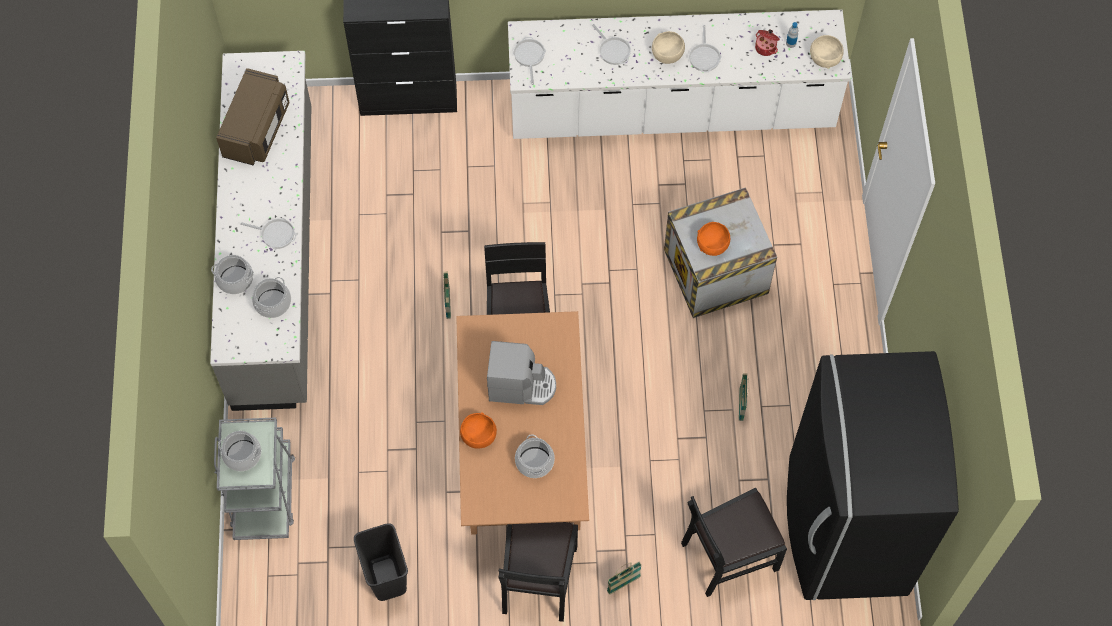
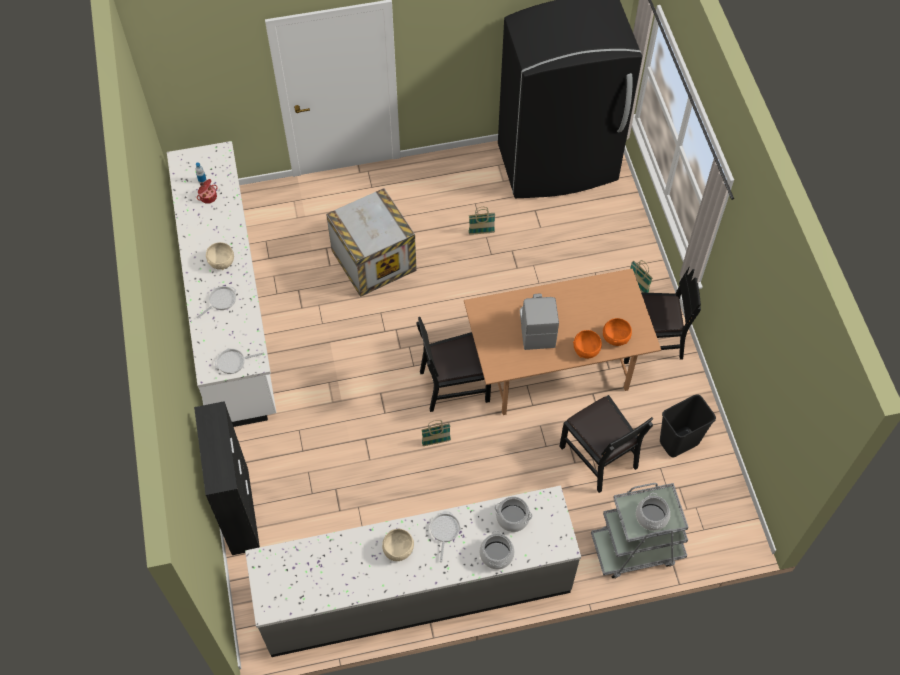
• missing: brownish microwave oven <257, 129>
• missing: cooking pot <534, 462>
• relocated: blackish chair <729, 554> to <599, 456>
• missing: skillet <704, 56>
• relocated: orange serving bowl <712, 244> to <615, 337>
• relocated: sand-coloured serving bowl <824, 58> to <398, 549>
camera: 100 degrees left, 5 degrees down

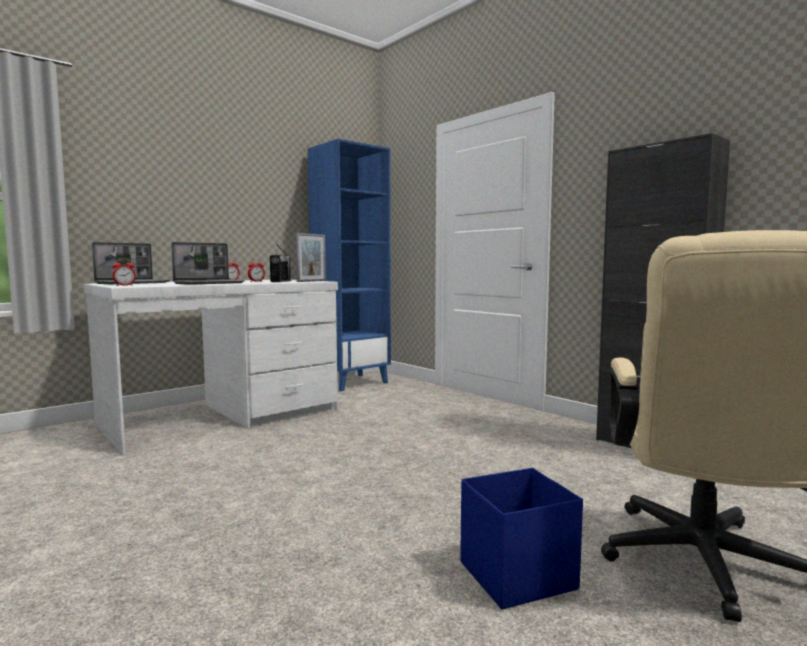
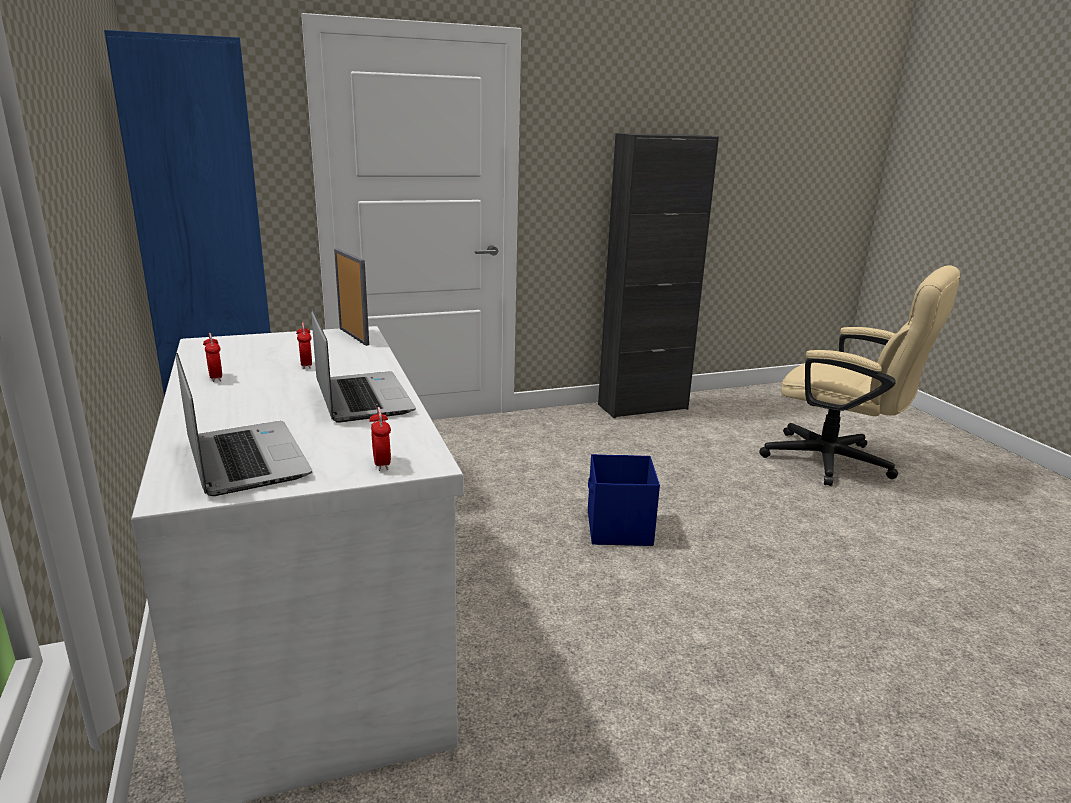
• missing: radio set <281, 281>
• relocated: blue-coloured storage bin <515, 576> to <618, 529>
camera: 70 degrees left, 15 degrees up

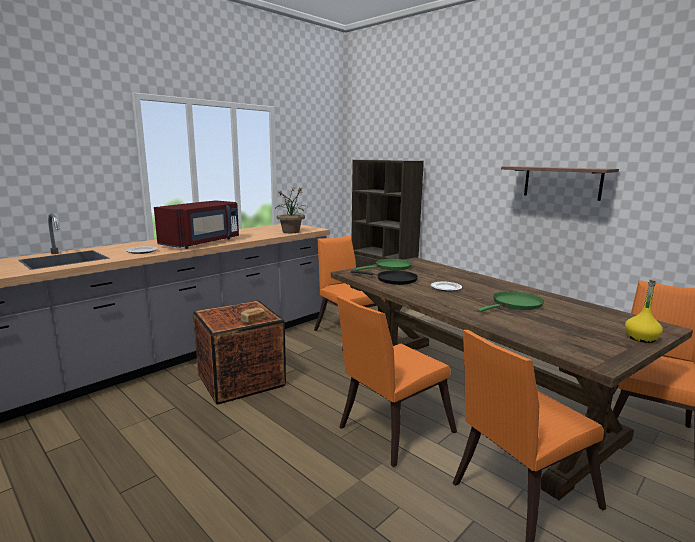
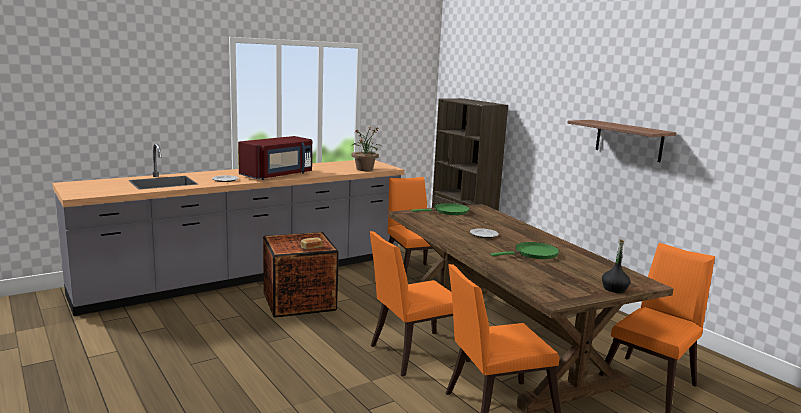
• missing: blackish skillet <393, 280>
• colour: yellow bottle <641, 338> to blackish bottle <614, 289>
camera: 10 degrees right, 0 degrees up

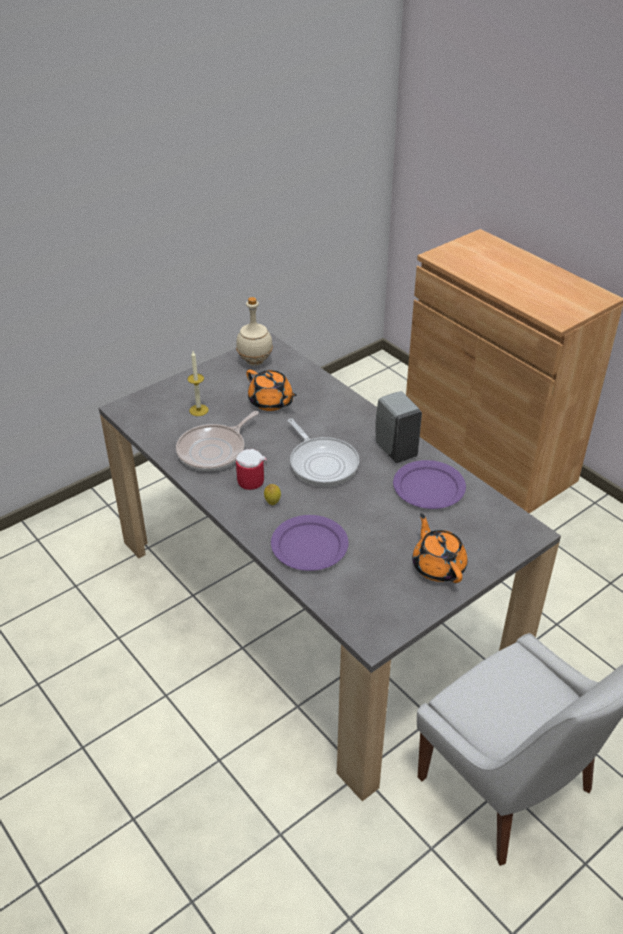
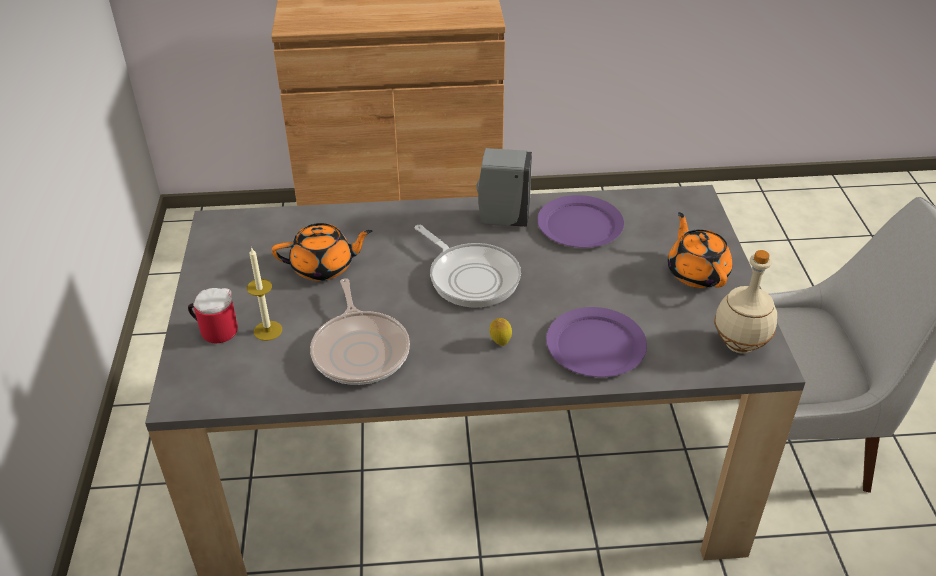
• relocated: sand-coloured bottle <255, 361> to <739, 344>
• relocated: mug <250, 479> to <215, 330>
• spun: skillet <322, 463> = <471, 277> 45 degrees clockwise
• spun: orange pot for tea <438, 566> = <697, 272> 60 degrees clockwise
camera: 55 degrees left, 0 degrees up

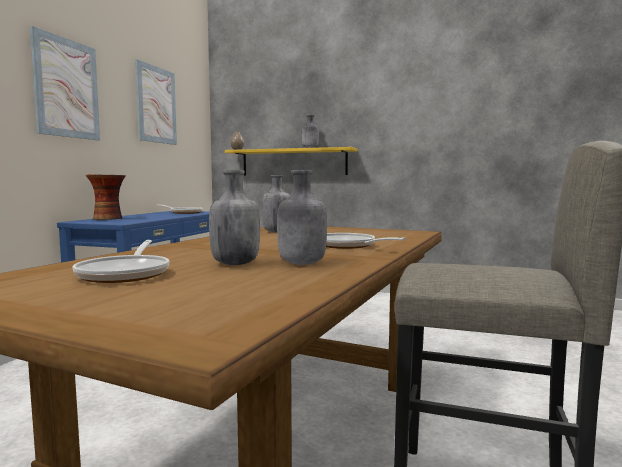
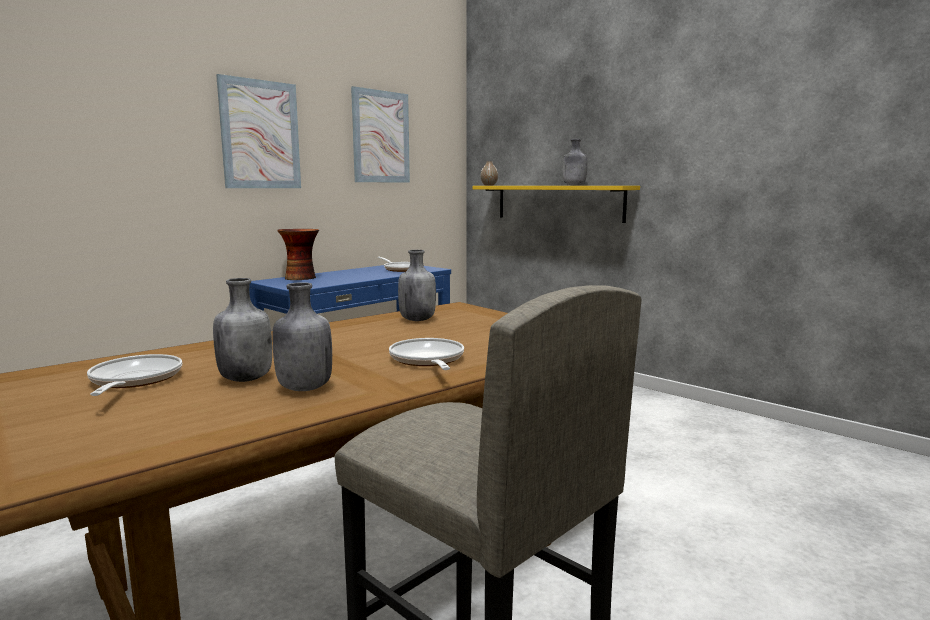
• spun: skillet <126, 274> = <133, 381> 150 degrees clockwise
camera: 25 degrees right, 5 degrees up

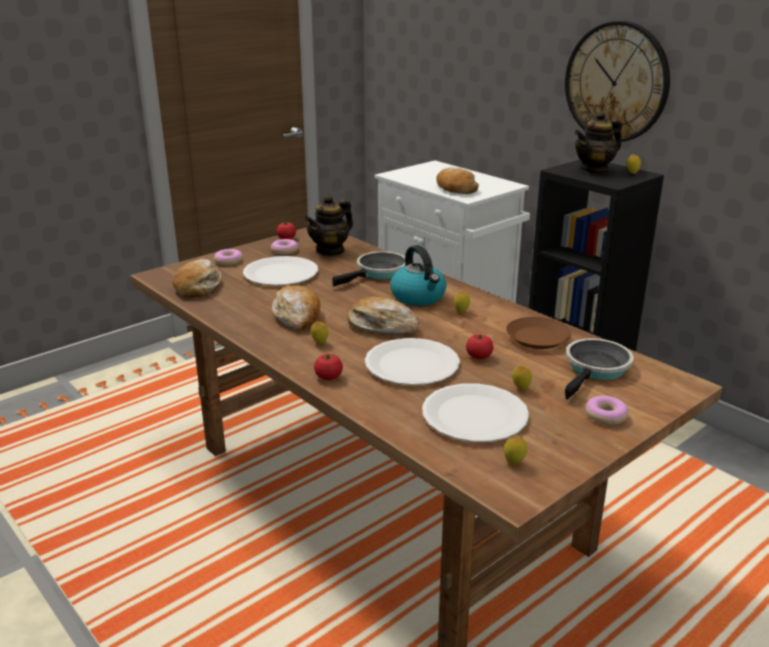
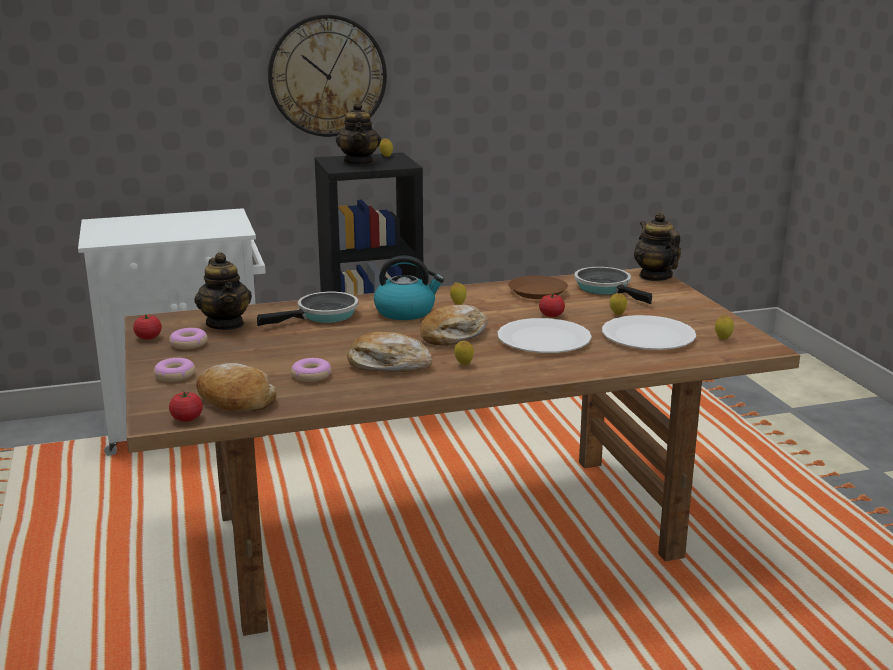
• missing: whitish dinner plate <280, 273>
• relocated: tomato <328, 377> to <187, 419>
• spun: skillet <378, 273> = <323, 315> 75 degrees clockwise
• missing: bread <455, 189>
• relocated: ring doughnut <606, 416> to <311, 376>
• appeared: pot for tea <655, 276>
camera: 65 degrees left, 5 degrees down

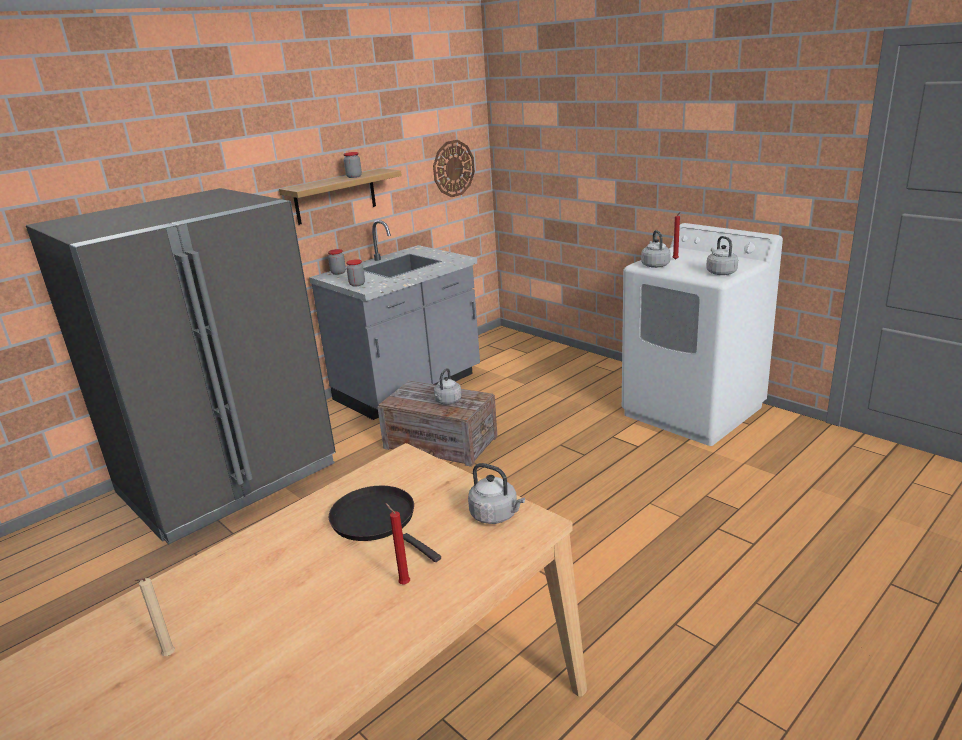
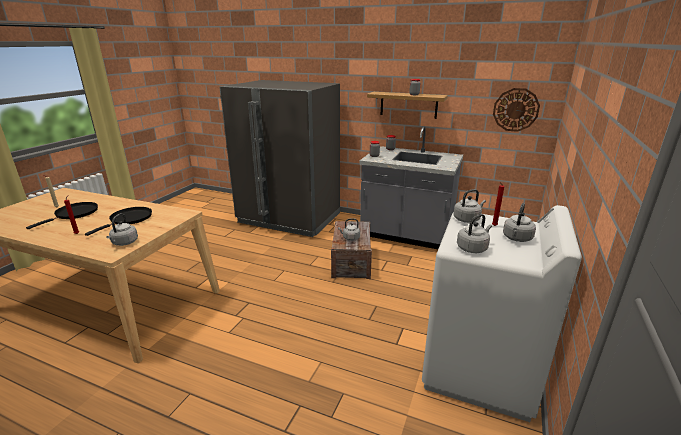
• appeared: blackish skillet <74, 214>
• appeared: gray kettle <517, 238>
camera: 65 degrees right, 0 degrees up

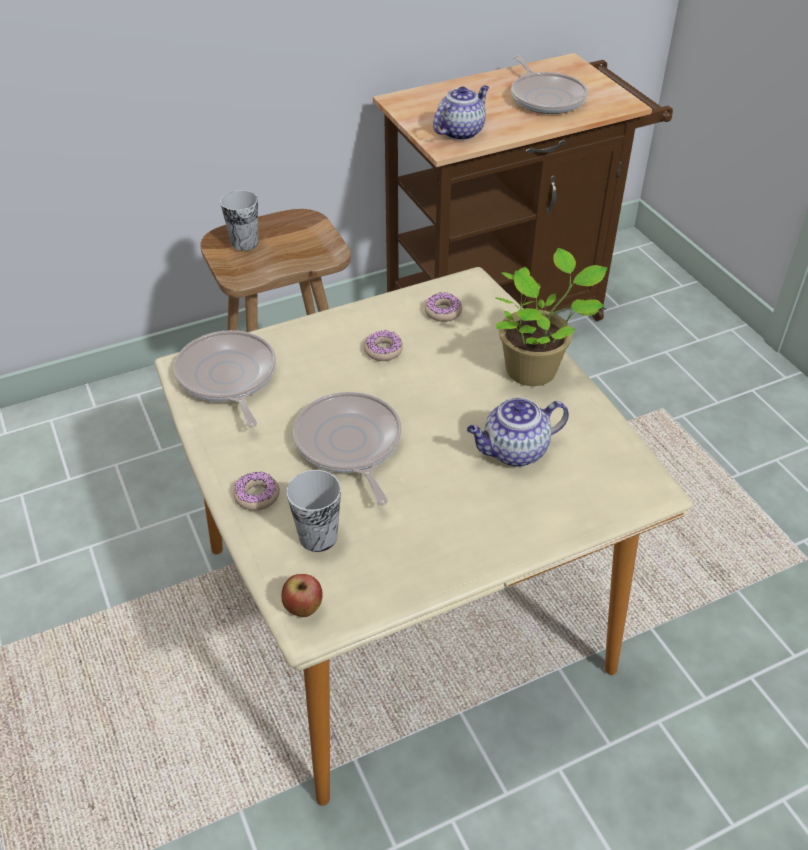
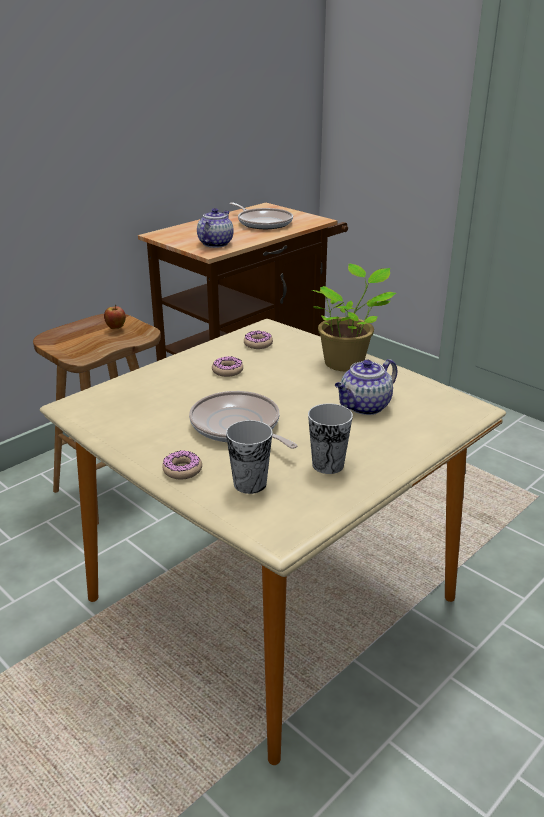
• missing: skillet <228, 378>
• relocated: drinking cup <244, 243> to <328, 465>
• relocated: apple fruit <303, 609> to <116, 328>
camera: 20 degrees left, 15 degrees down

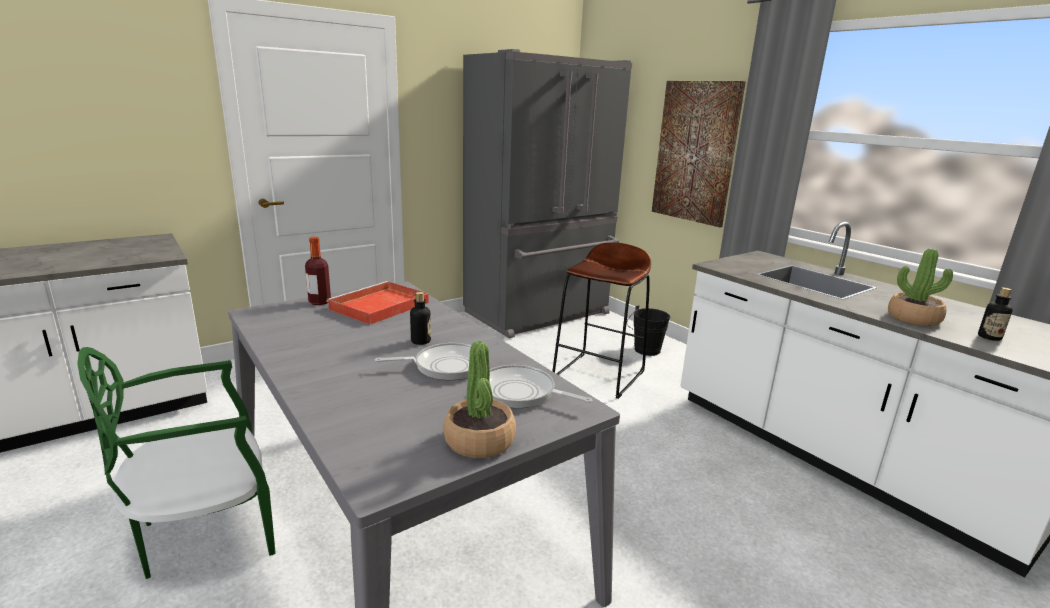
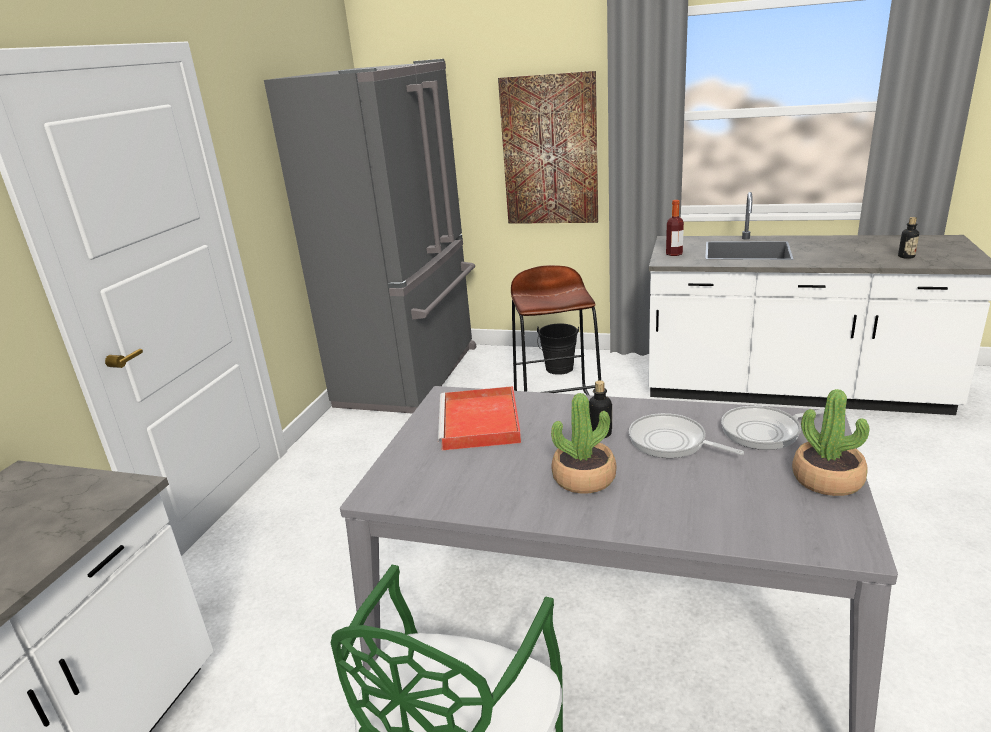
• relocated: bottle <320, 302> to <674, 254>
• spun: skillet <445, 366> = <671, 442> 90 degrees counterclockwise
• relocated: plant in a pot <913, 318> to <584, 478>
camera: 35 degrees left, 5 degrees up

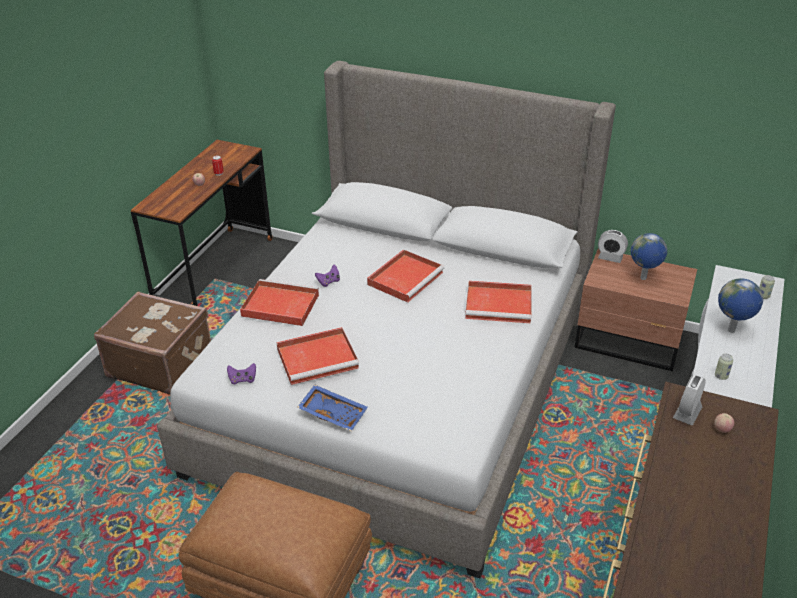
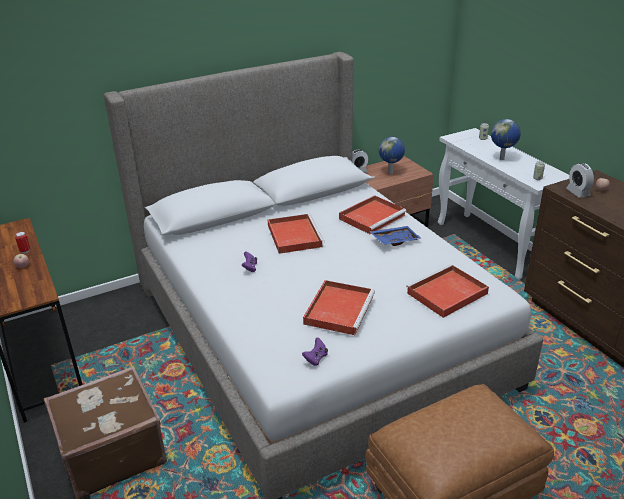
• relocated: red-coloured serving tray <279, 305> to <446, 294>
• relocated: blue-coloured serving tray <333, 413> to <394, 240>
camera: 50 degrees left, 5 degrees down

